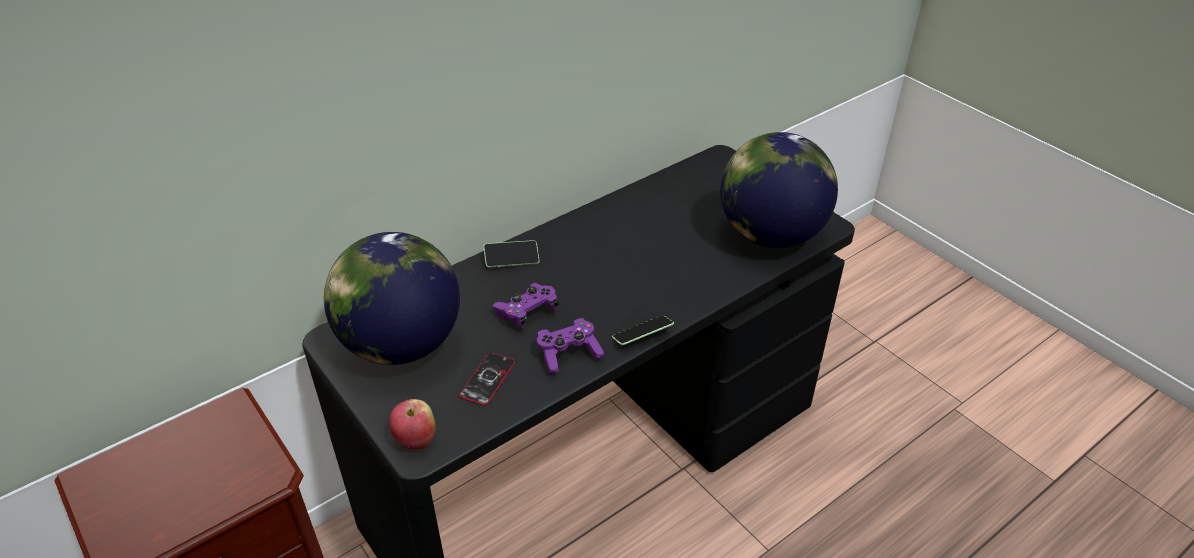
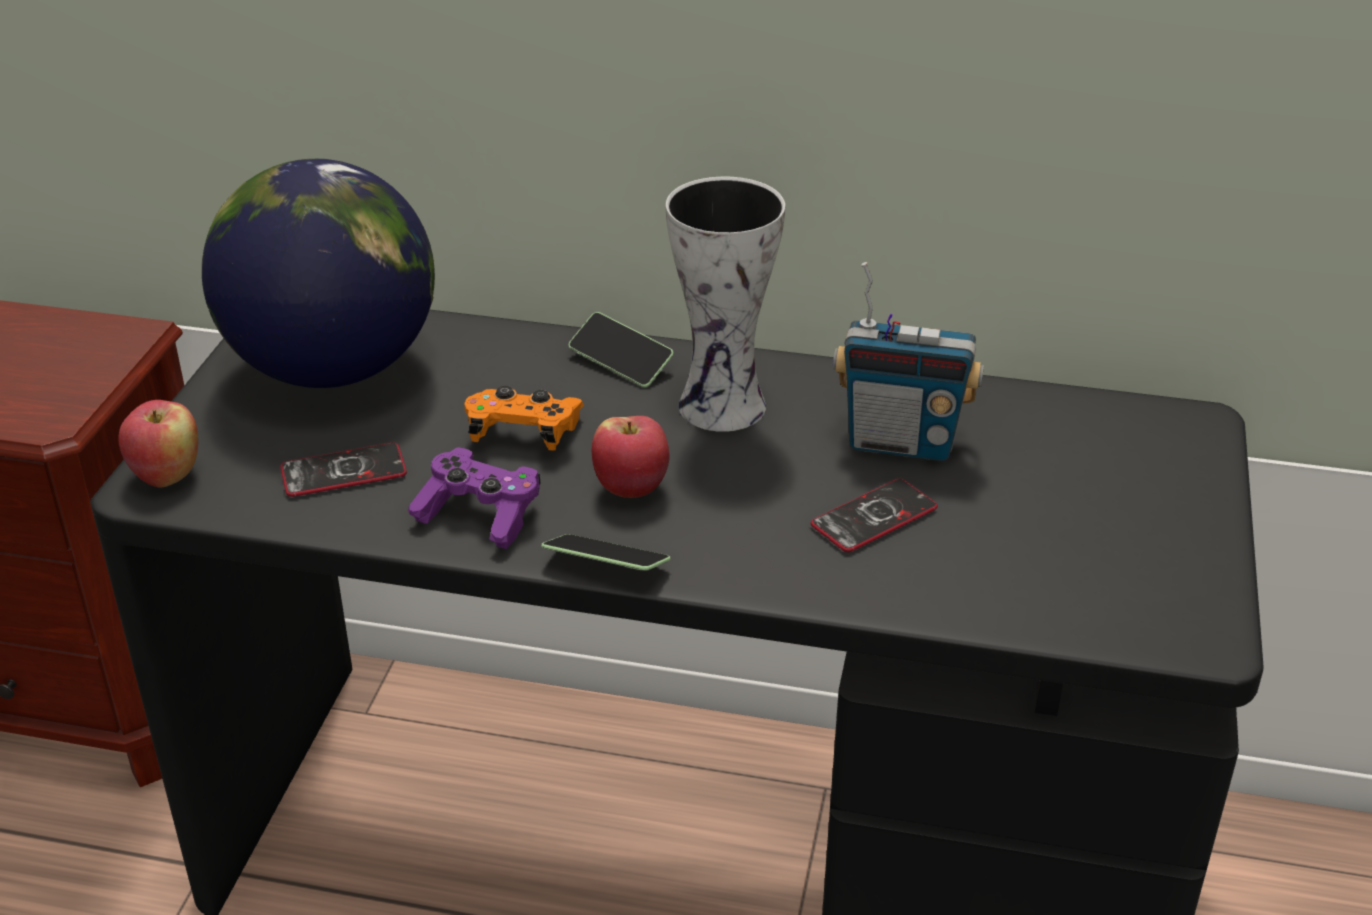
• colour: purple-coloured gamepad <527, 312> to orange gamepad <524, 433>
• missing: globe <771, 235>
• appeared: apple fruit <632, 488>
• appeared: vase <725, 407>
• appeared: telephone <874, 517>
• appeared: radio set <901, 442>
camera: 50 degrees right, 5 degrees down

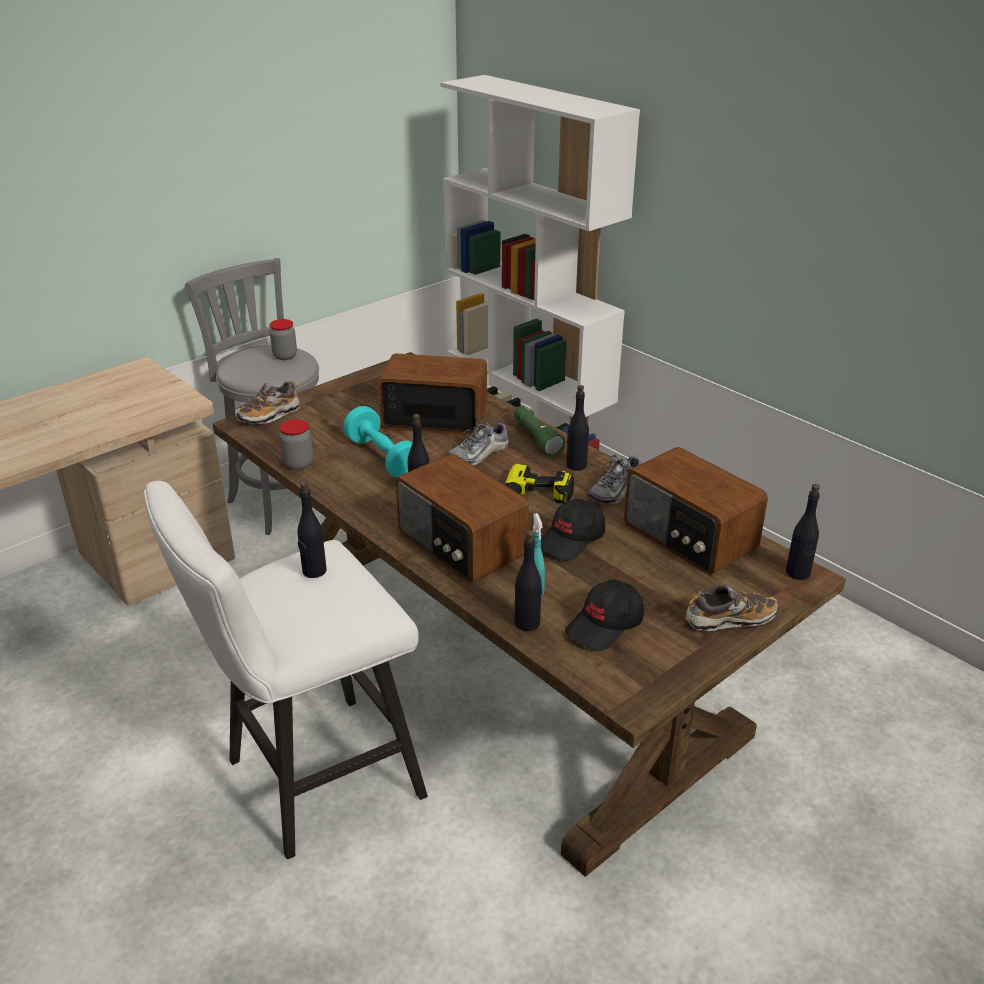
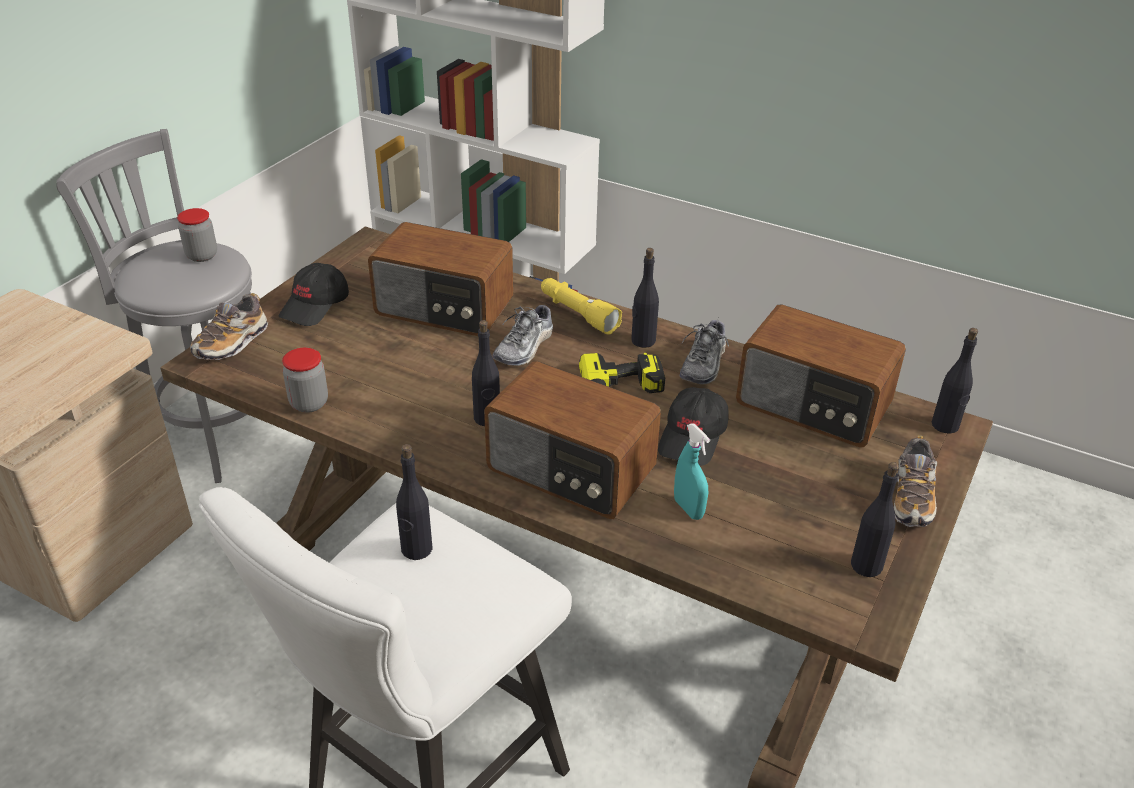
• missing: turquoise-coloured free weight <383, 458>
• spun: radio set <434, 417> = <444, 308> 150 degrees counterclockwise
• colour: green flashlight <536, 437> to yellow flashlight <577, 314>
• relocated: blackish bottle <527, 622> to <866, 565>
• relocated: blackish cap <605, 626> to <315, 306>
• spun: low shoe <729, 619> = <912, 498> 135 degrees clockwise
camera: 20 degrees left, 5 degrees up

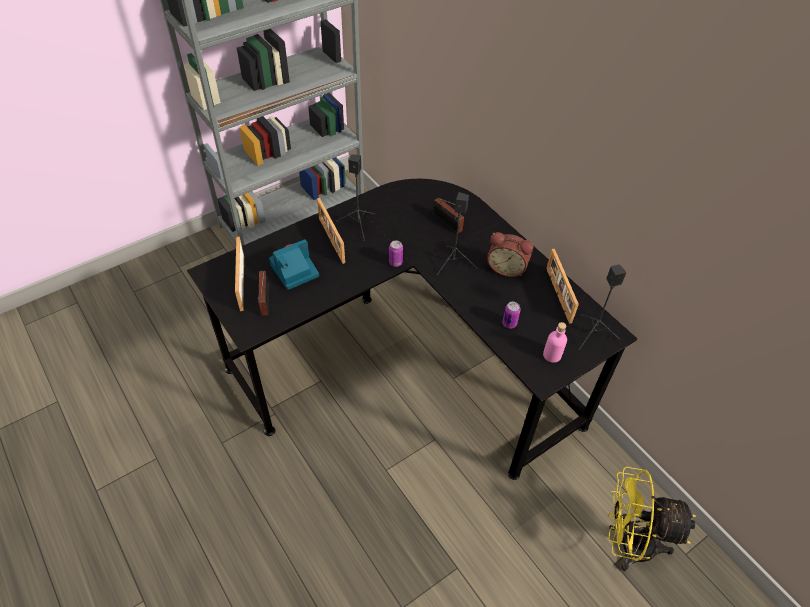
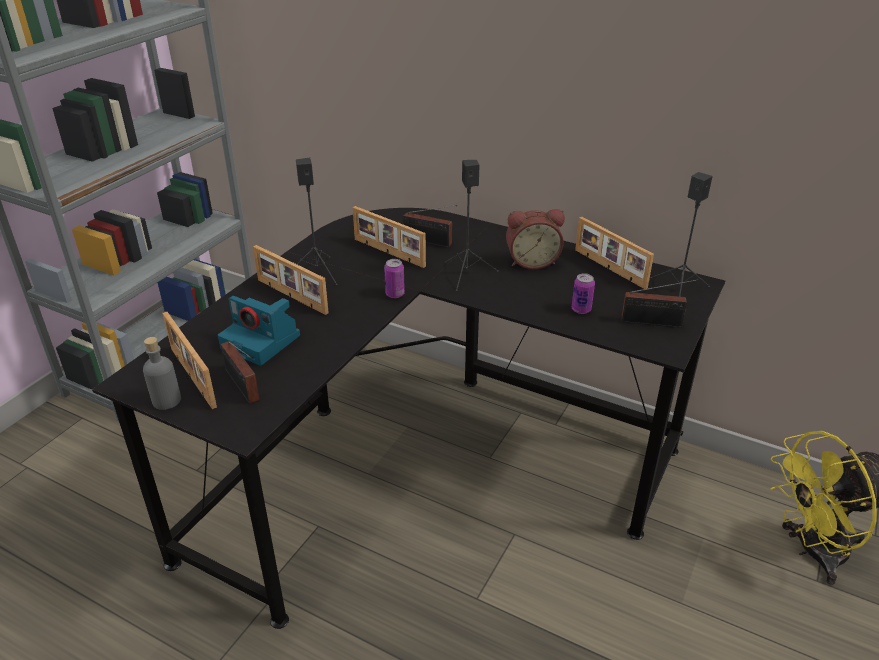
• spun: photo camera <293, 271> = <262, 342> 90 degrees counterclockwise
• exchanged: pink-coloured bottle <552, 355> to radio set <654, 323>
• appeared: gray bottle <166, 400>
• appeared: photo frame <388, 253>
camera: 25 degrees left, 15 degrees down

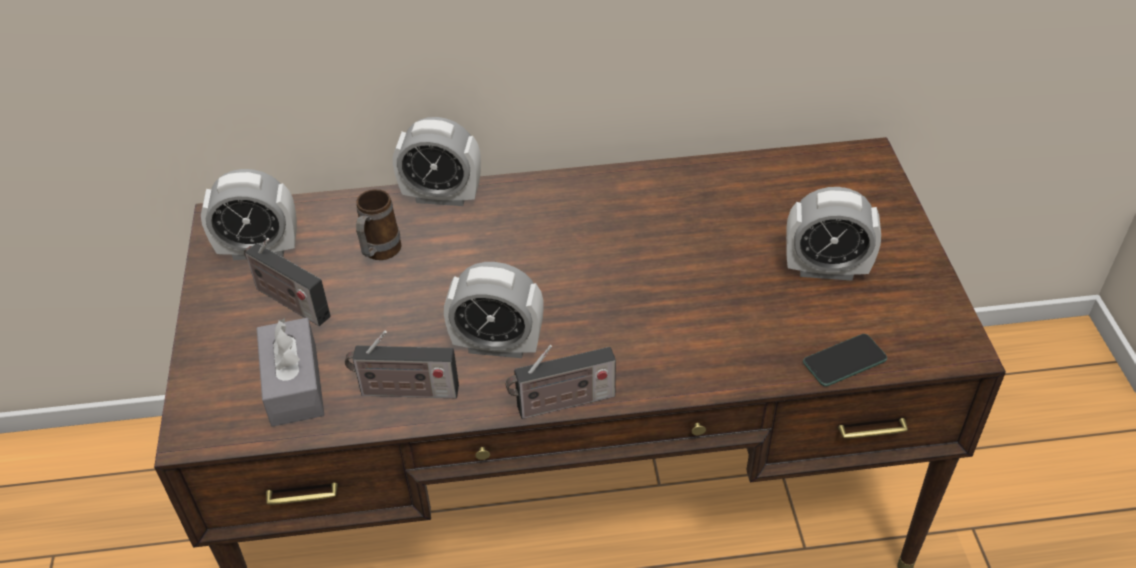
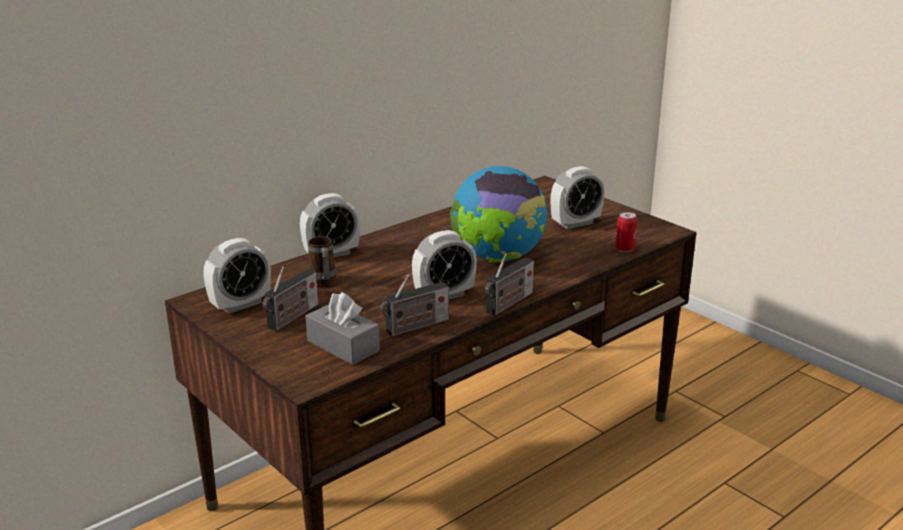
• spun: radio set <288, 301> = <292, 318> 60 degrees counterclockwise
• exchanged: telephone <844, 361> to metal can <624, 249>
• appeared: globe <497, 258>
camera: 35 degrees left, 20 degrees down

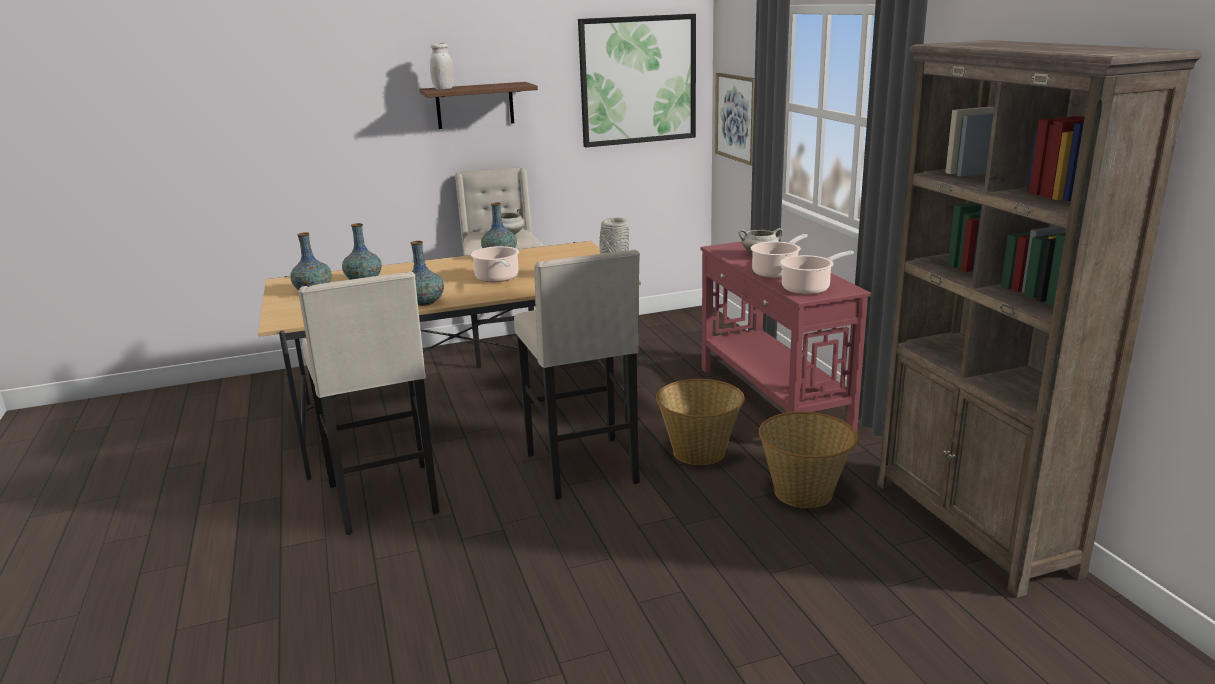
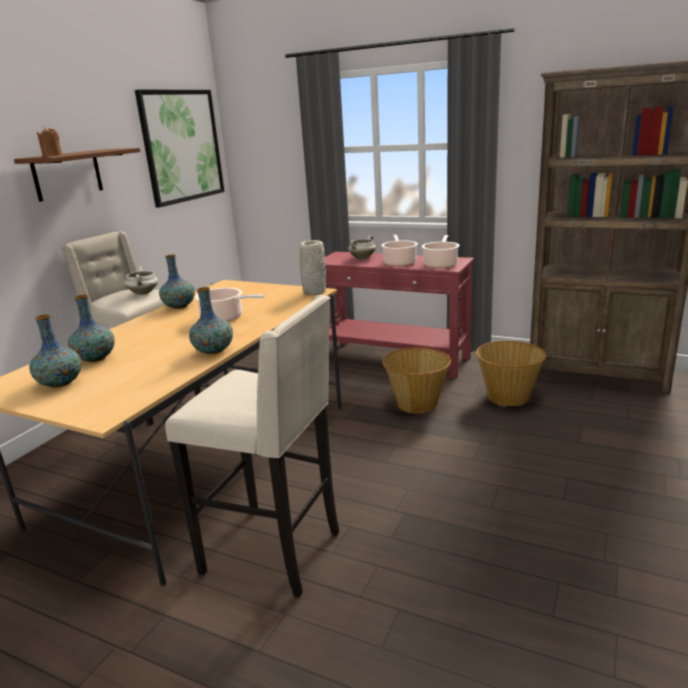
• exchanged: whitish storage jar <443, 89> to brownish wax light <52, 155>
• missing: sand-coloured stool seat <585, 469>
• missing: wall art <737, 117>
camera: 45 degrees left, 0 degrees up

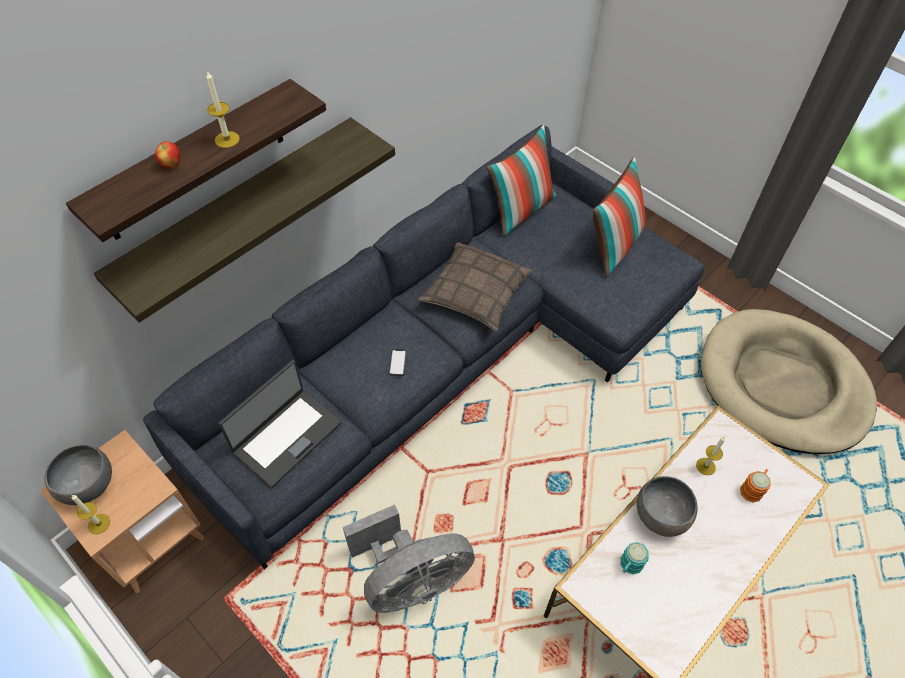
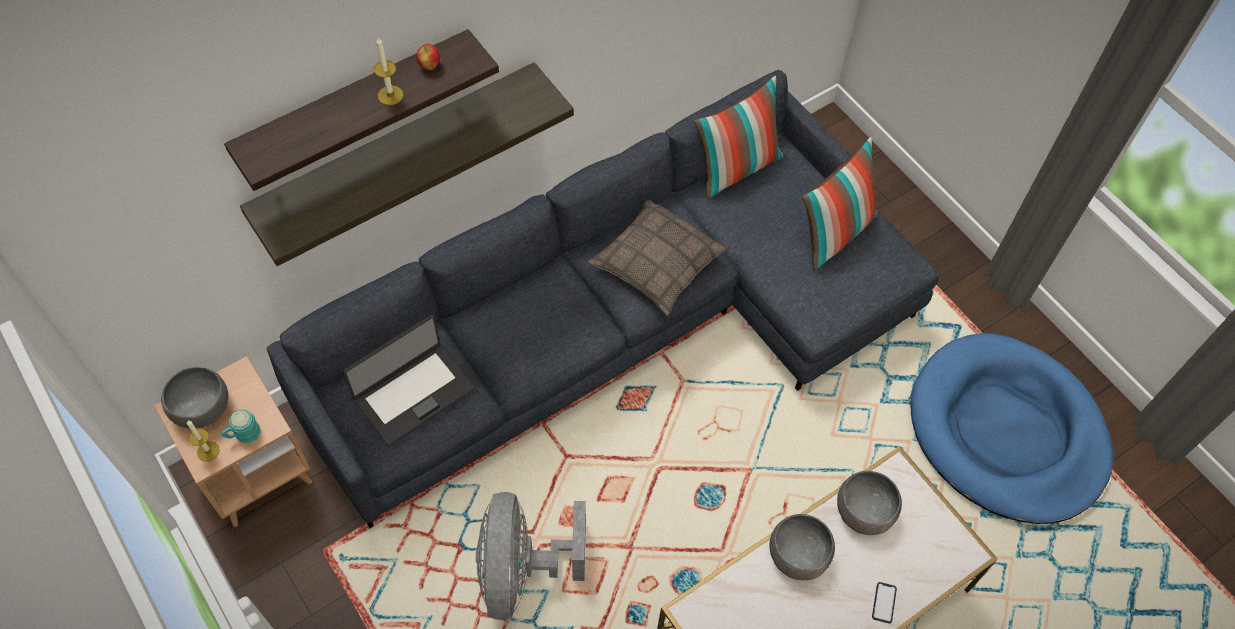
• relocated: apple fruit <171, 165> to <429, 66>
• spun: gray electric fan <411, 580> = <522, 571> 105 degrees clockwise
• relocated: telephone <397, 362> to <884, 602>
• relocated: turquoise-coloured mug <629, 566> to <243, 434>
• exchanged: wax light <705, 466> to gray serving bowl <864, 512>
• colour: sand-coloured dog bed <782, 385> to blue-coloured dog bed <1006, 432>
• missing: orange mug <753, 488>
camera: 10 degrees right, 5 degrees up

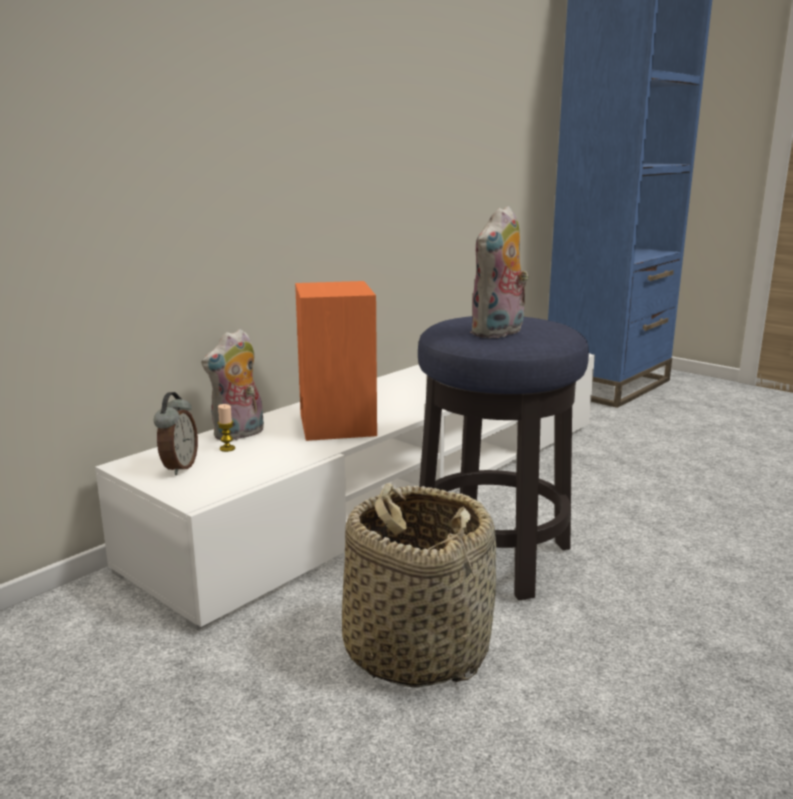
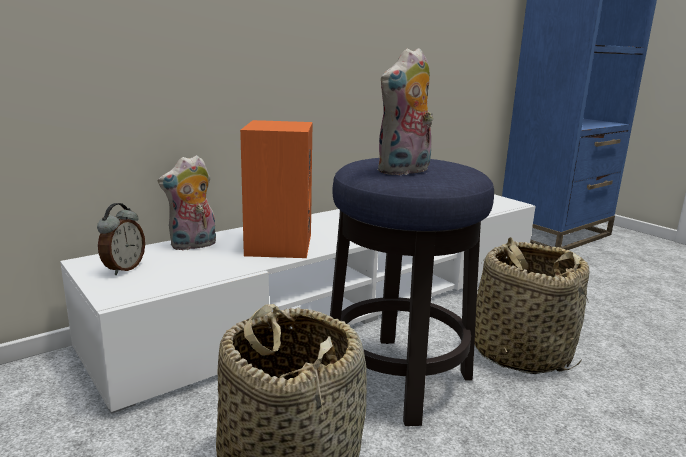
• missing: wax light <227, 448>
• appeared: basket <519, 351>
camera: 10 degrees right, 0 degrees up

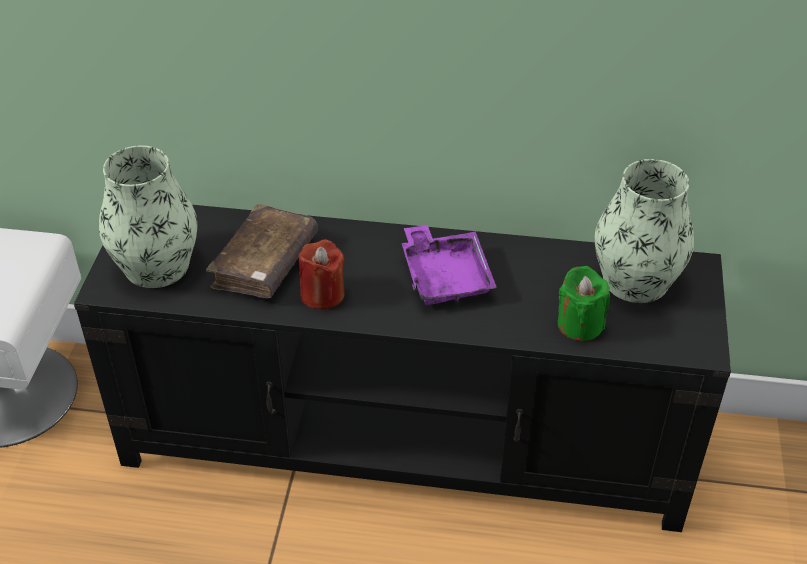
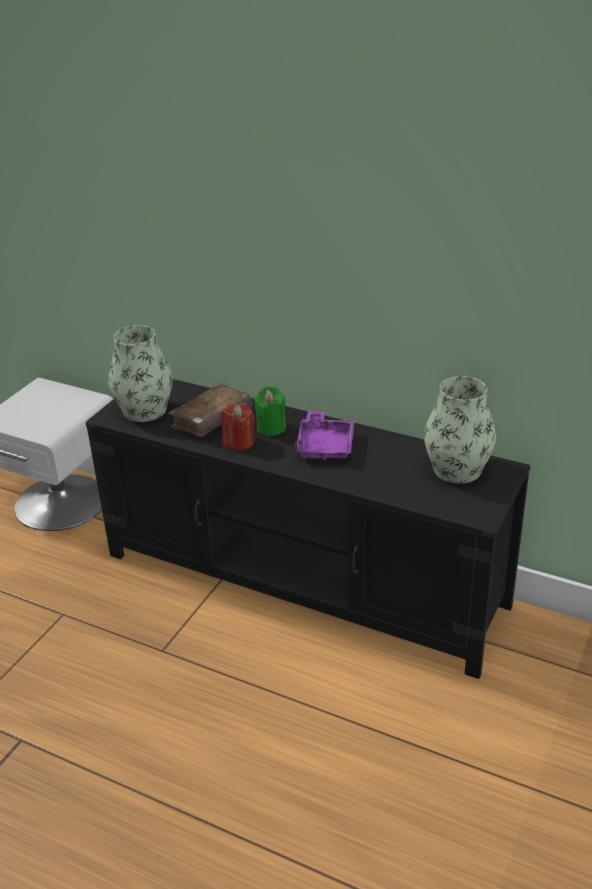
• relocated: green wax light <579, 324> to <271, 427>
camera: 20 degrees right, 10 degrees down

